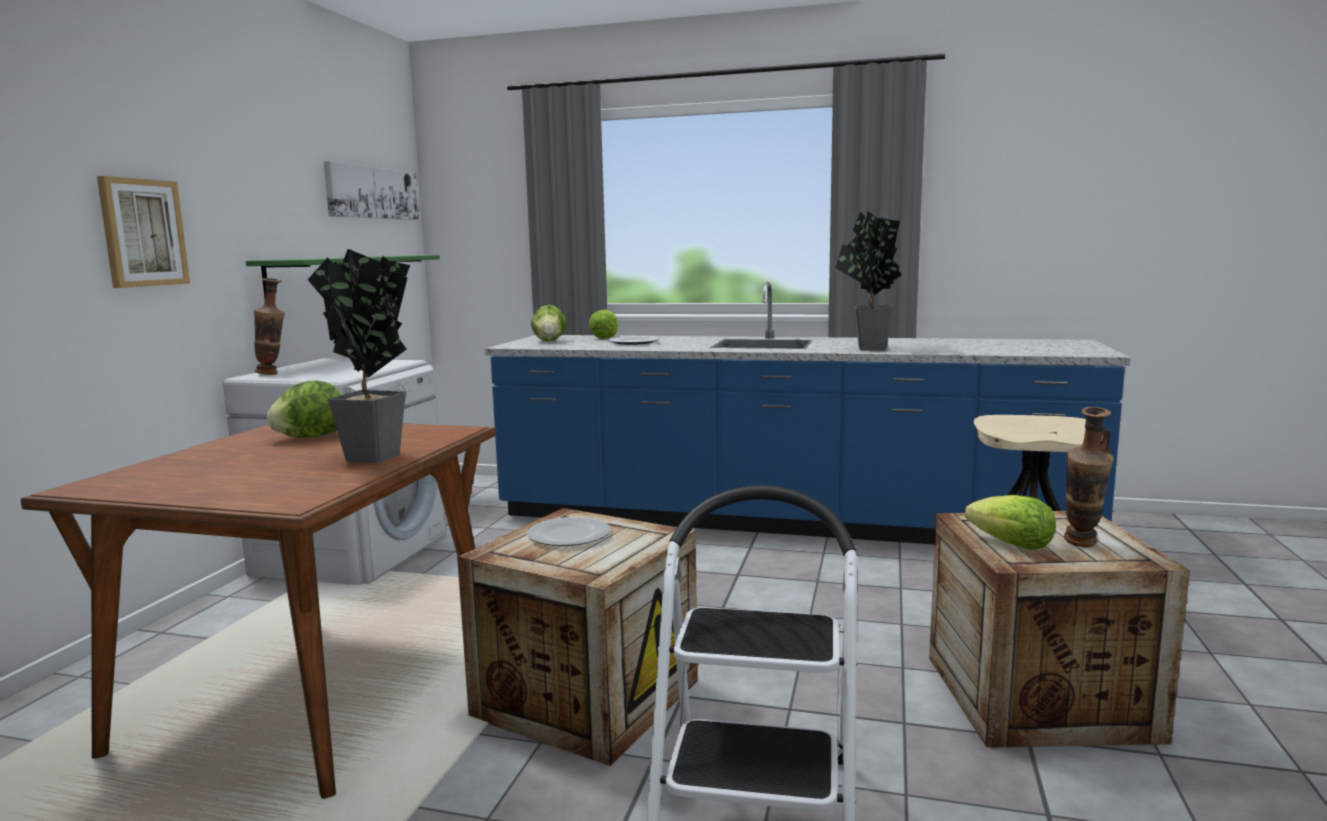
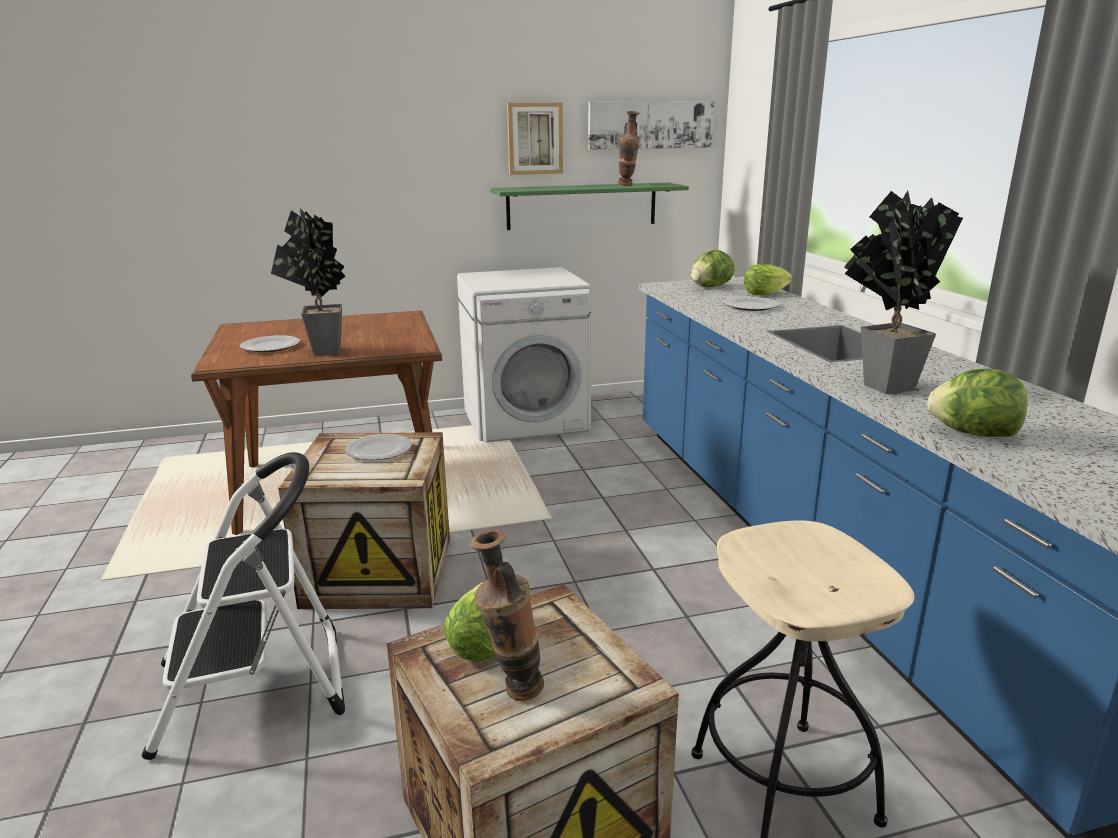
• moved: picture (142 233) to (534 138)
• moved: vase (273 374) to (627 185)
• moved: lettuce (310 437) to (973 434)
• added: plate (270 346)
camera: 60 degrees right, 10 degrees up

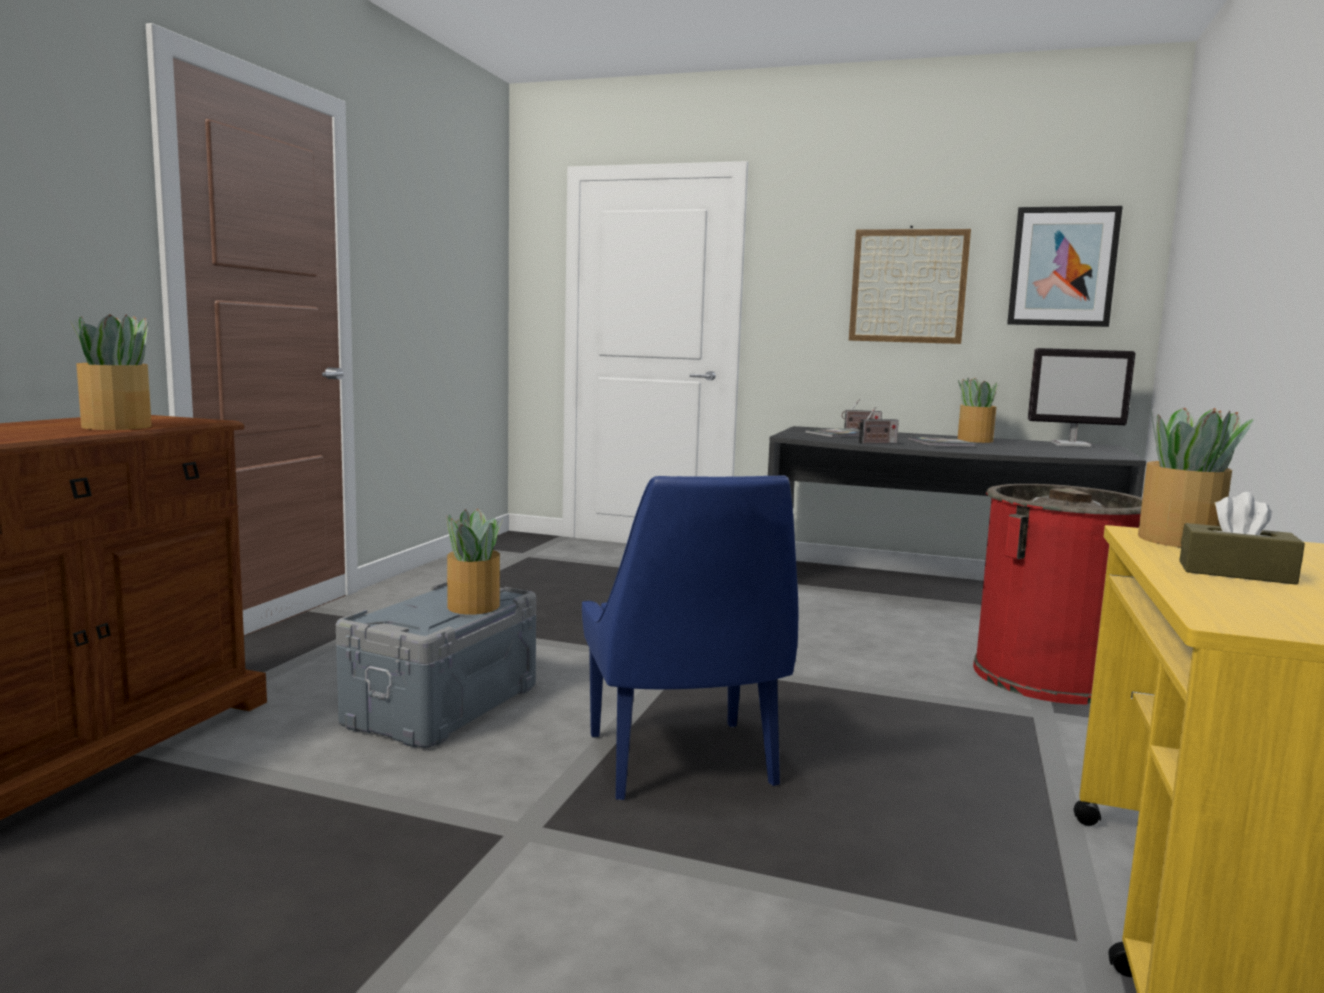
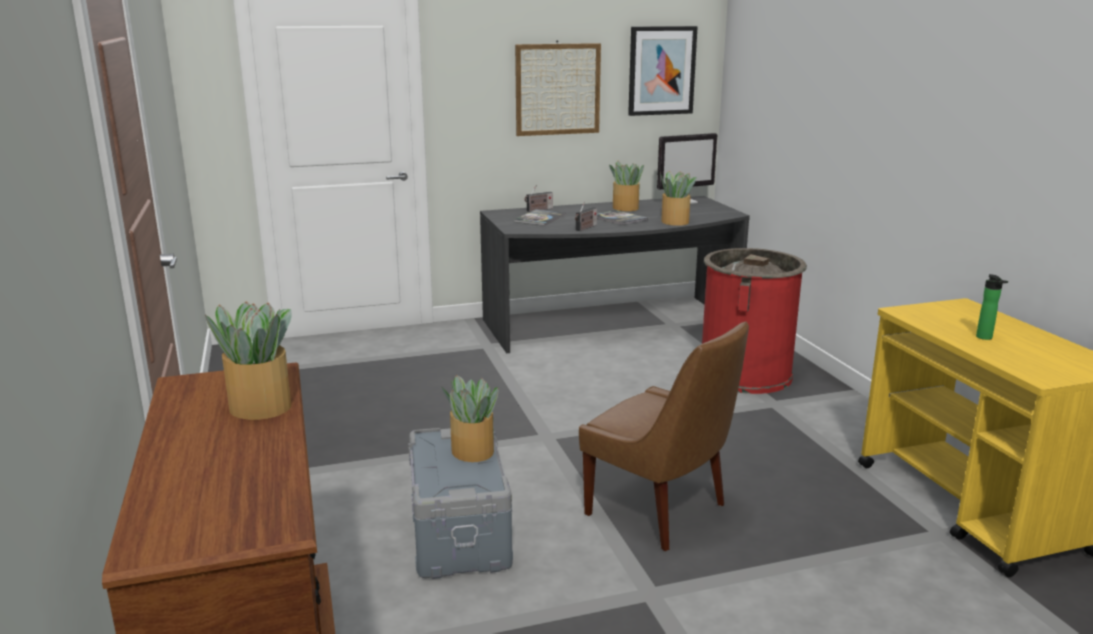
• moved: potted plant (1178 539) to (675 221)
• recoloured: blue chair (682 763) to brown chair (660 511)
• replaced: brown tissue box (1236 572) to bottle (985 338)
camera: 35 degrees left, 10 degrees up

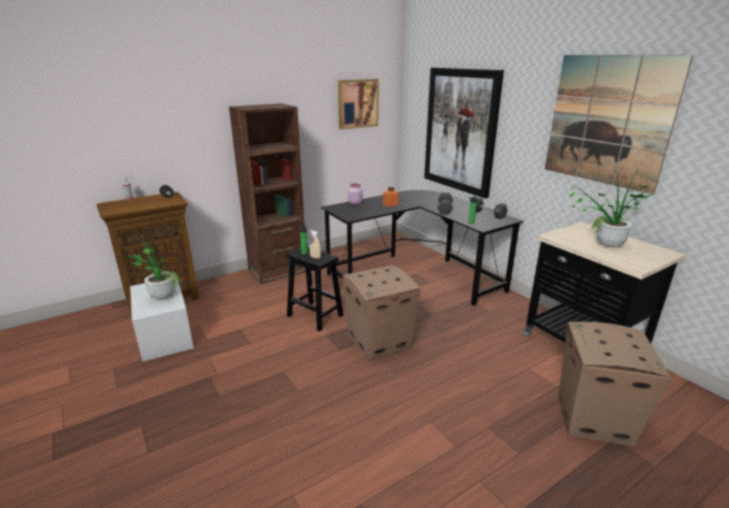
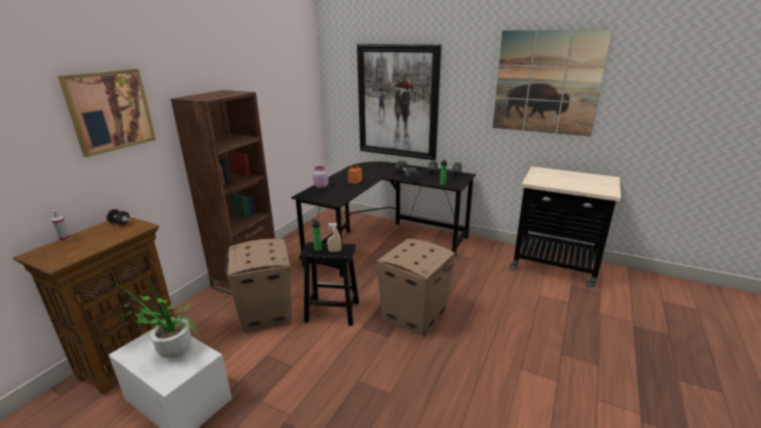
• moved: picture (358 103) to (110 111)
• removed: potted plant (603 246)
• moved: cardboard box (594 419) to (266 314)
camera: 30 degrees left, 0 degrees up

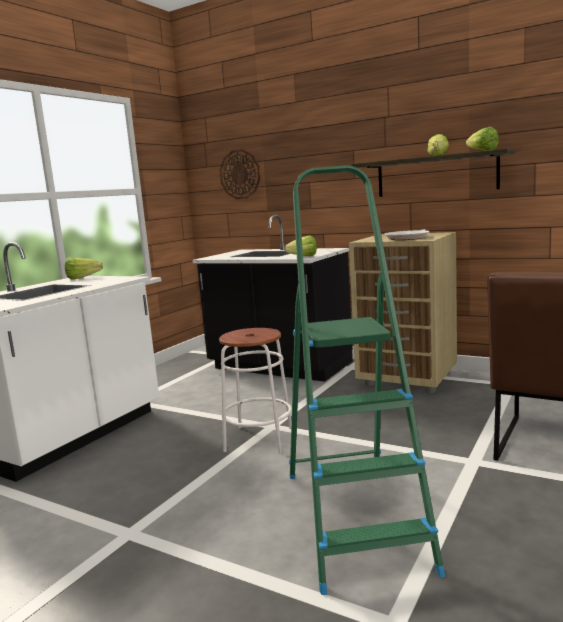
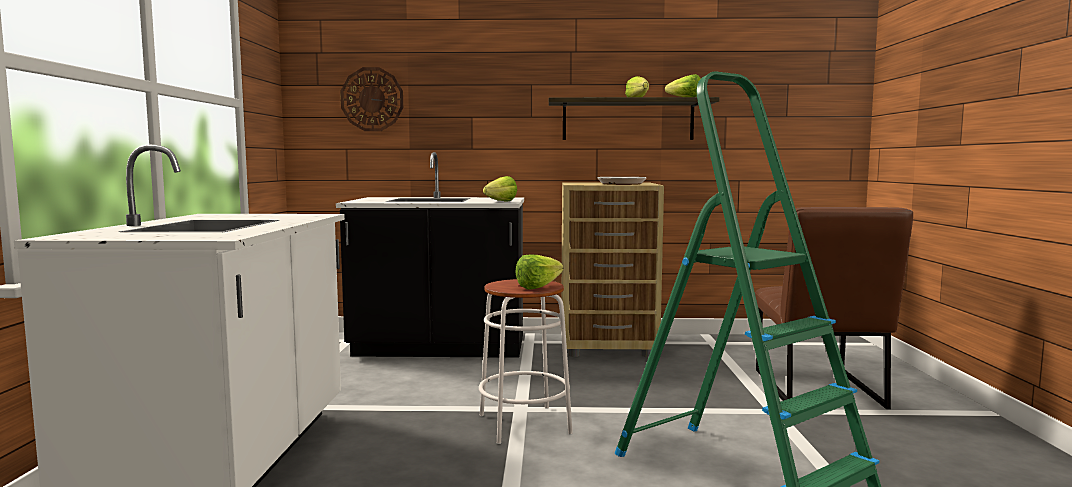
• moved: lettuce (85 278) to (543 287)
camera: 30 degrees left, 5 degrees down

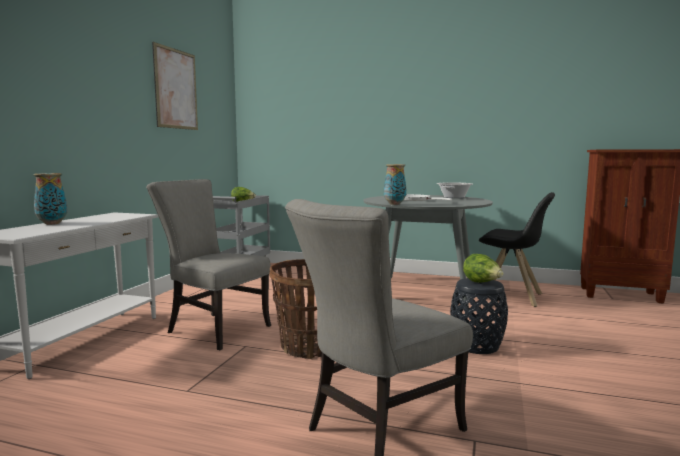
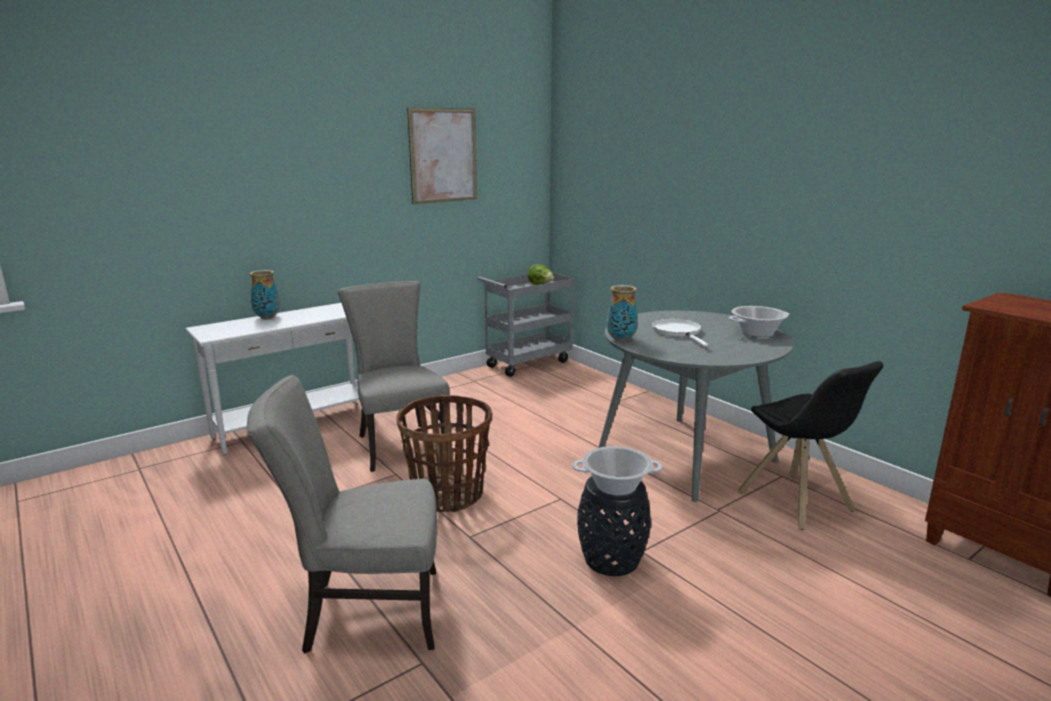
• replaced: lettuce (482 283) to cooking pot (616 486)
camera: 35 degrees right, 10 degrees up

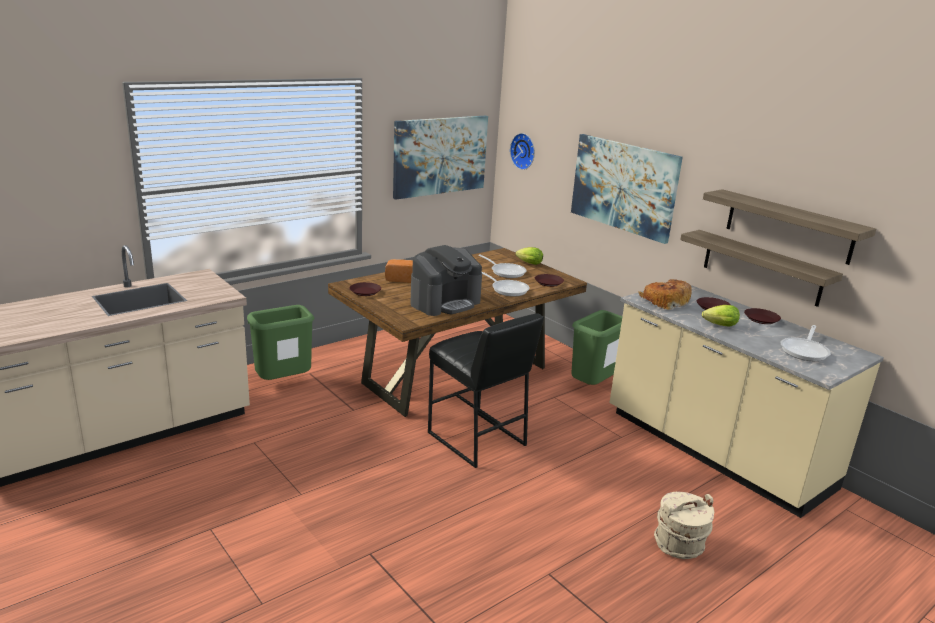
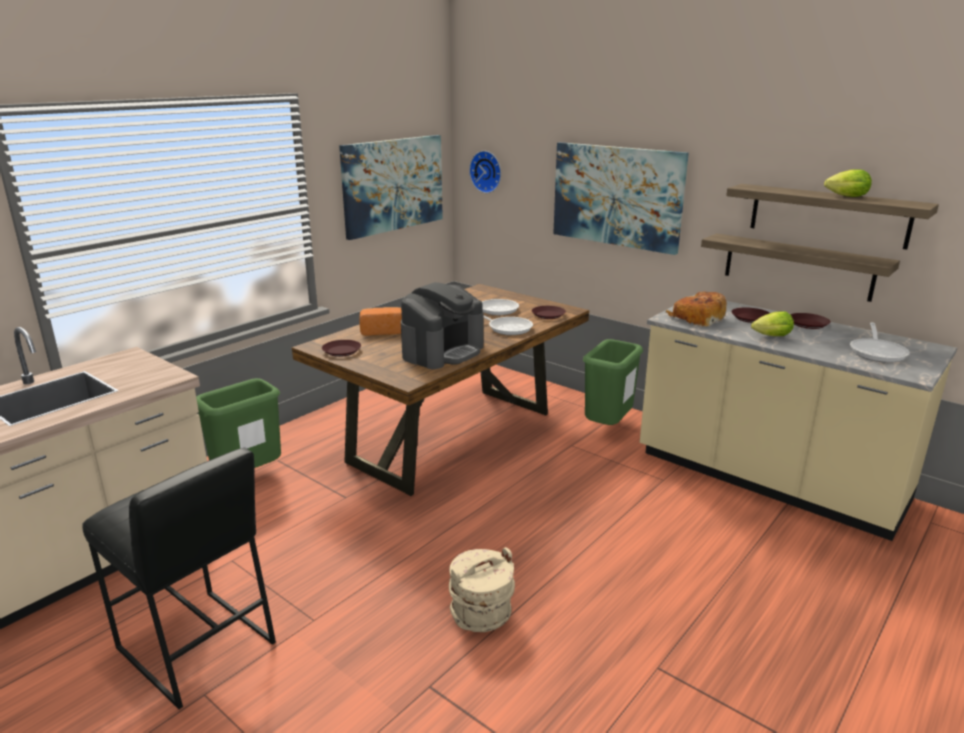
• moved: lettuce (528 263) to (844 196)
• moved: black stool (477 439) to (197 647)
• moved: beige bucket (679 545) to (481 614)
camera: 10 degrees left, 0 degrees up

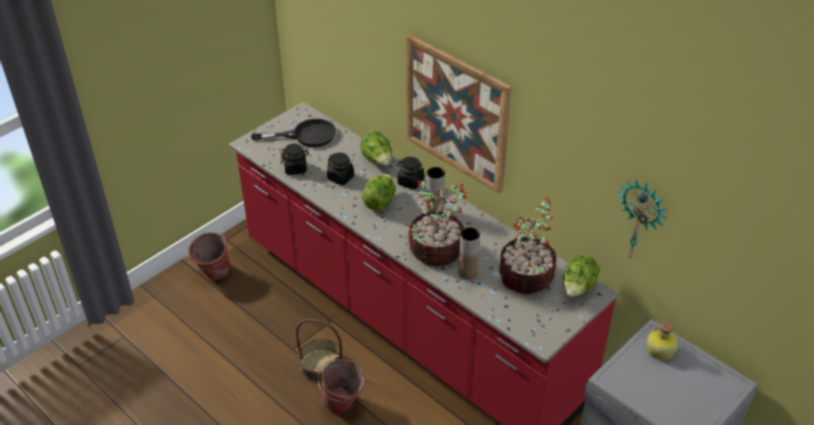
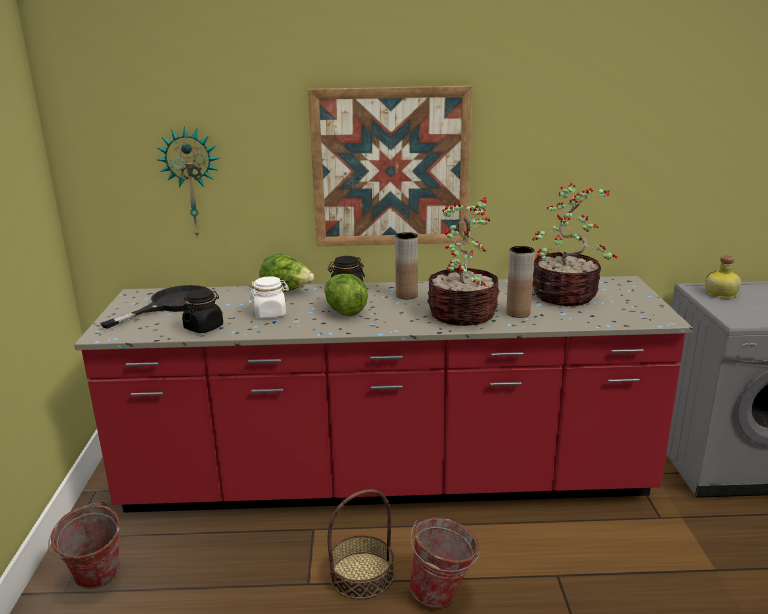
• recoloured: black jar (341 178) to white jar (270 313)
• moved: wall clock (640 220) to (192 183)
• removed: lettuce (578 288)
camera: 45 degrees left, 20 degrees down

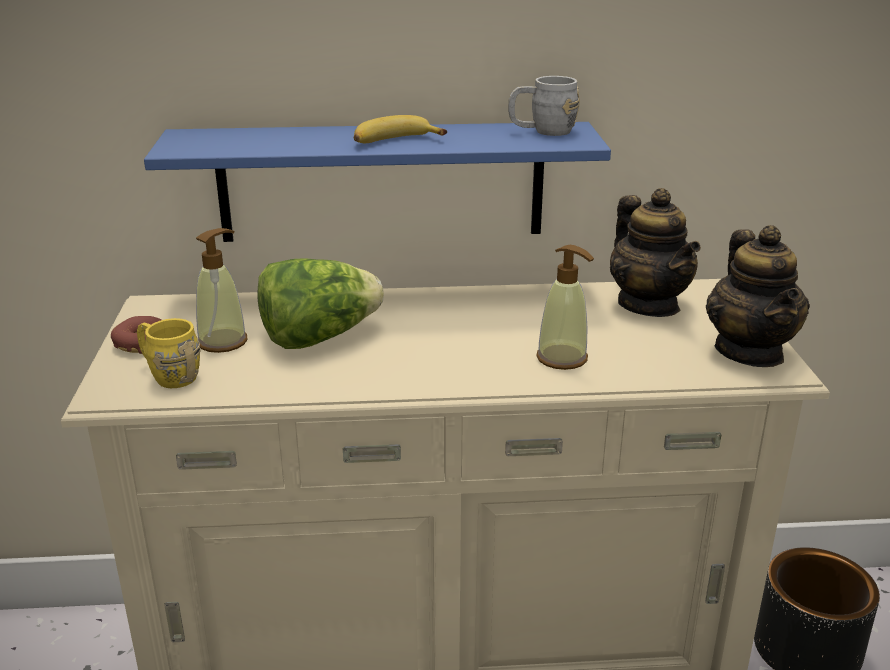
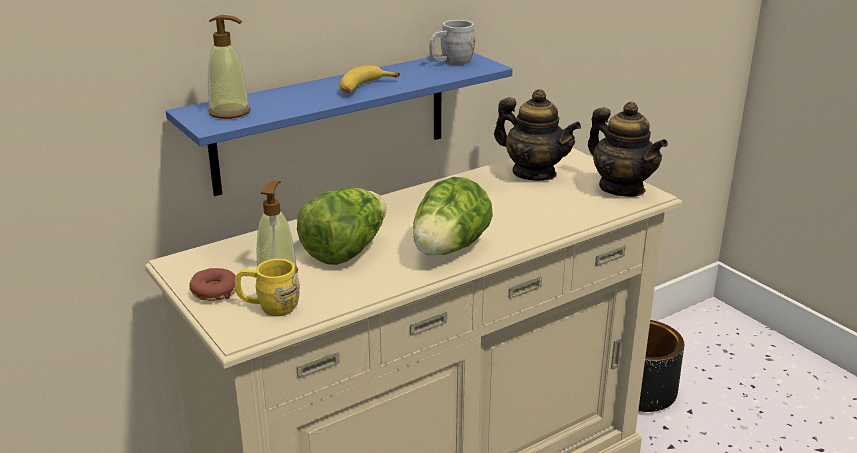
• moved: soap dispenser (562 358) to (230 112)
• added: lettuce (449 250)
camera: 30 degrees left, 0 degrees up

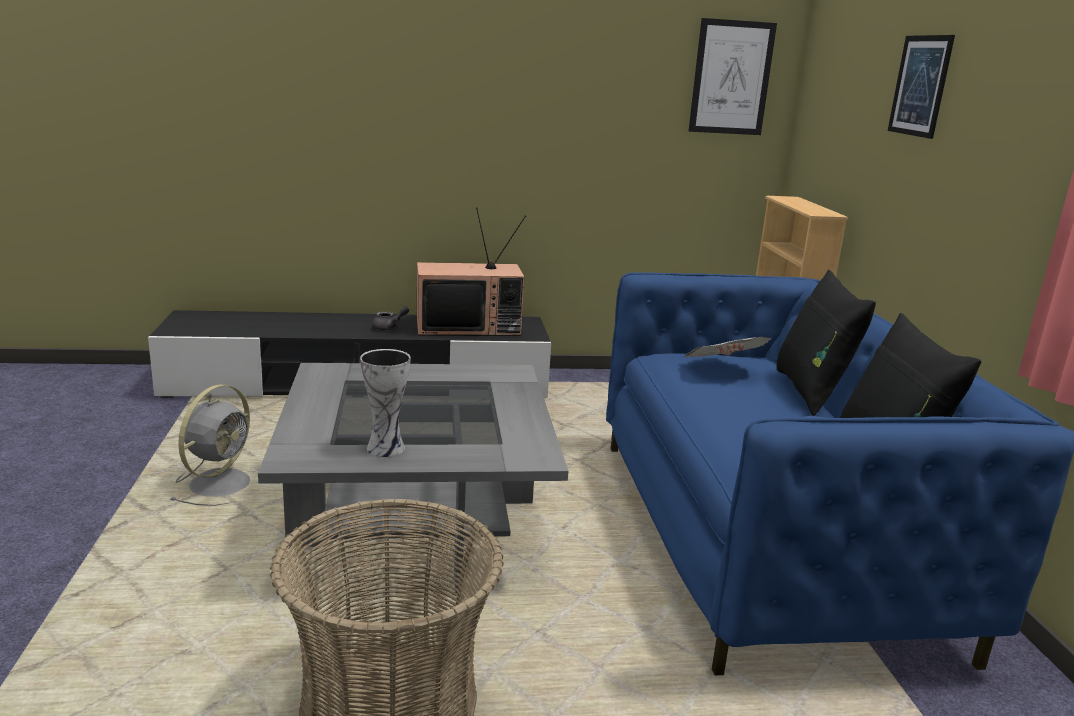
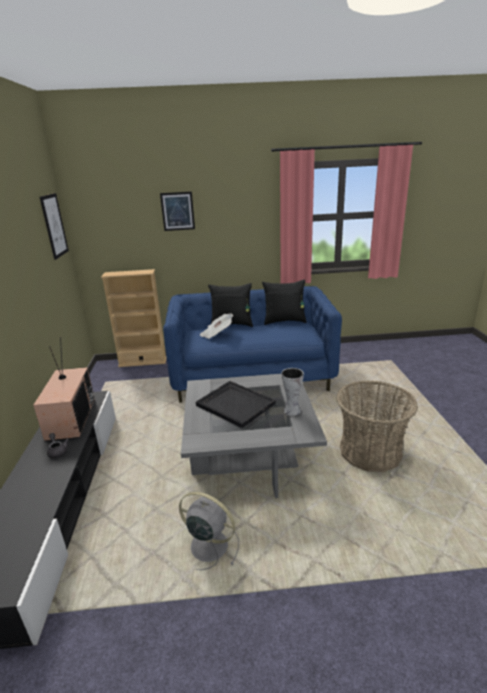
• added: black tray (235 404)
camera: 85 degrees left, 5 degrees up

